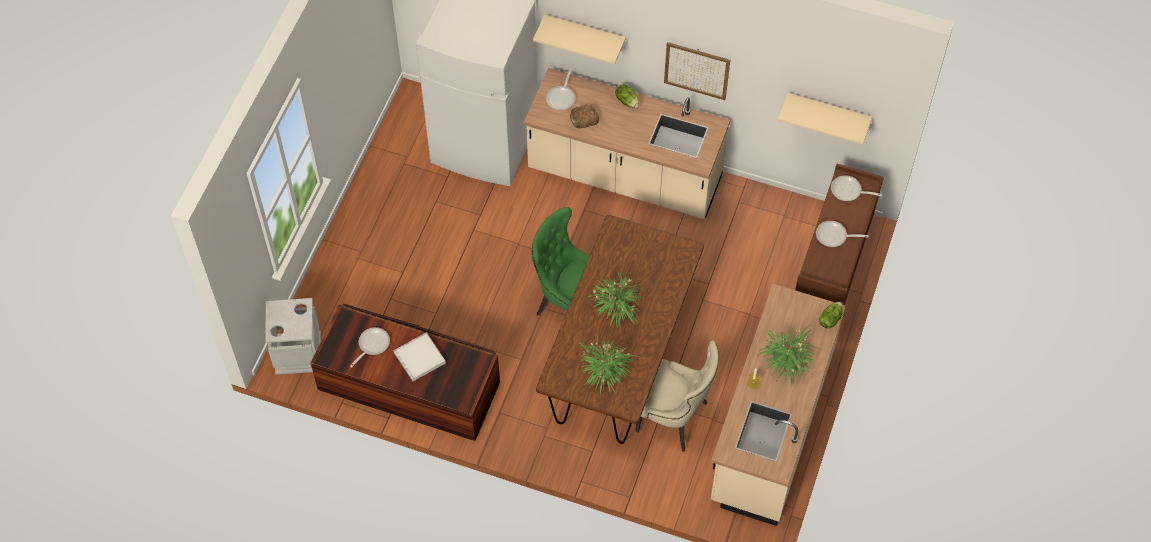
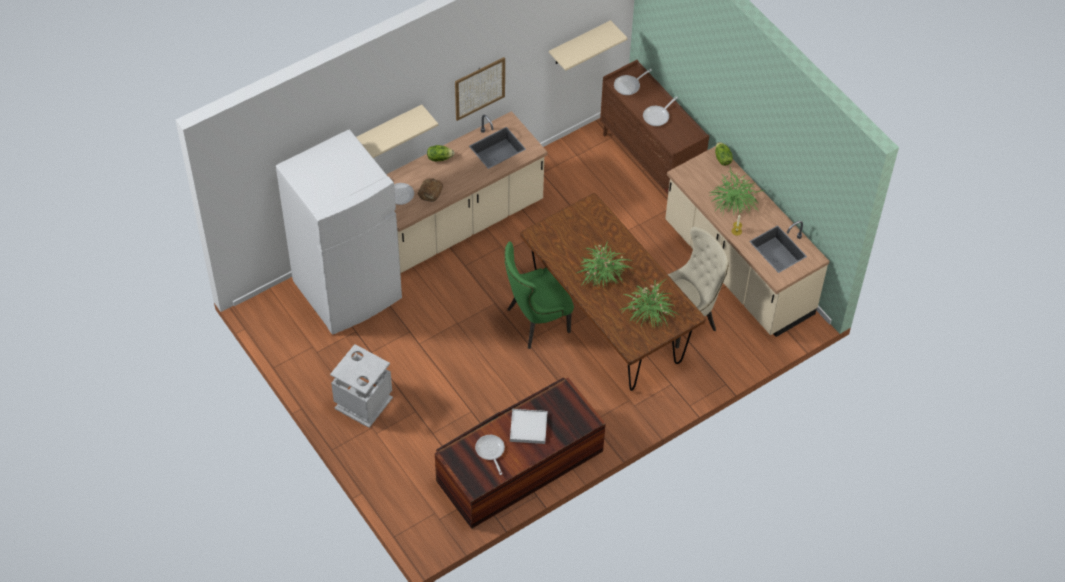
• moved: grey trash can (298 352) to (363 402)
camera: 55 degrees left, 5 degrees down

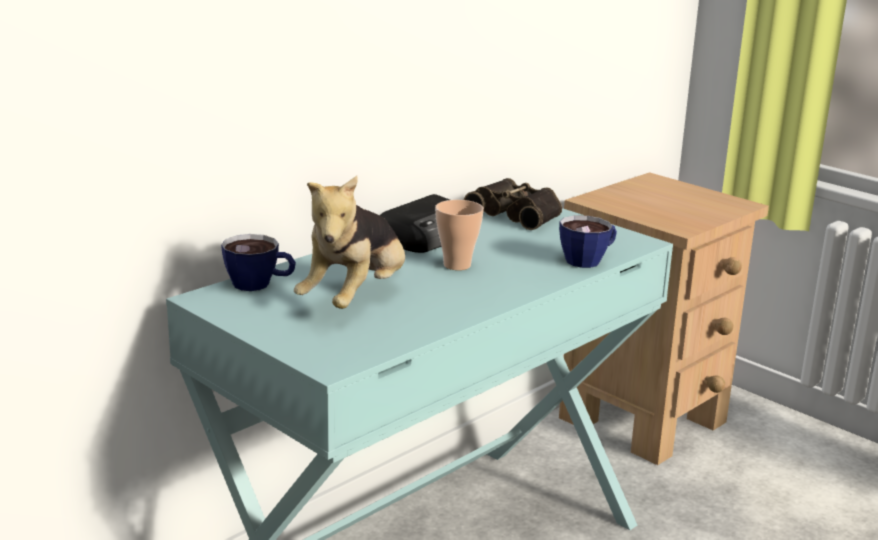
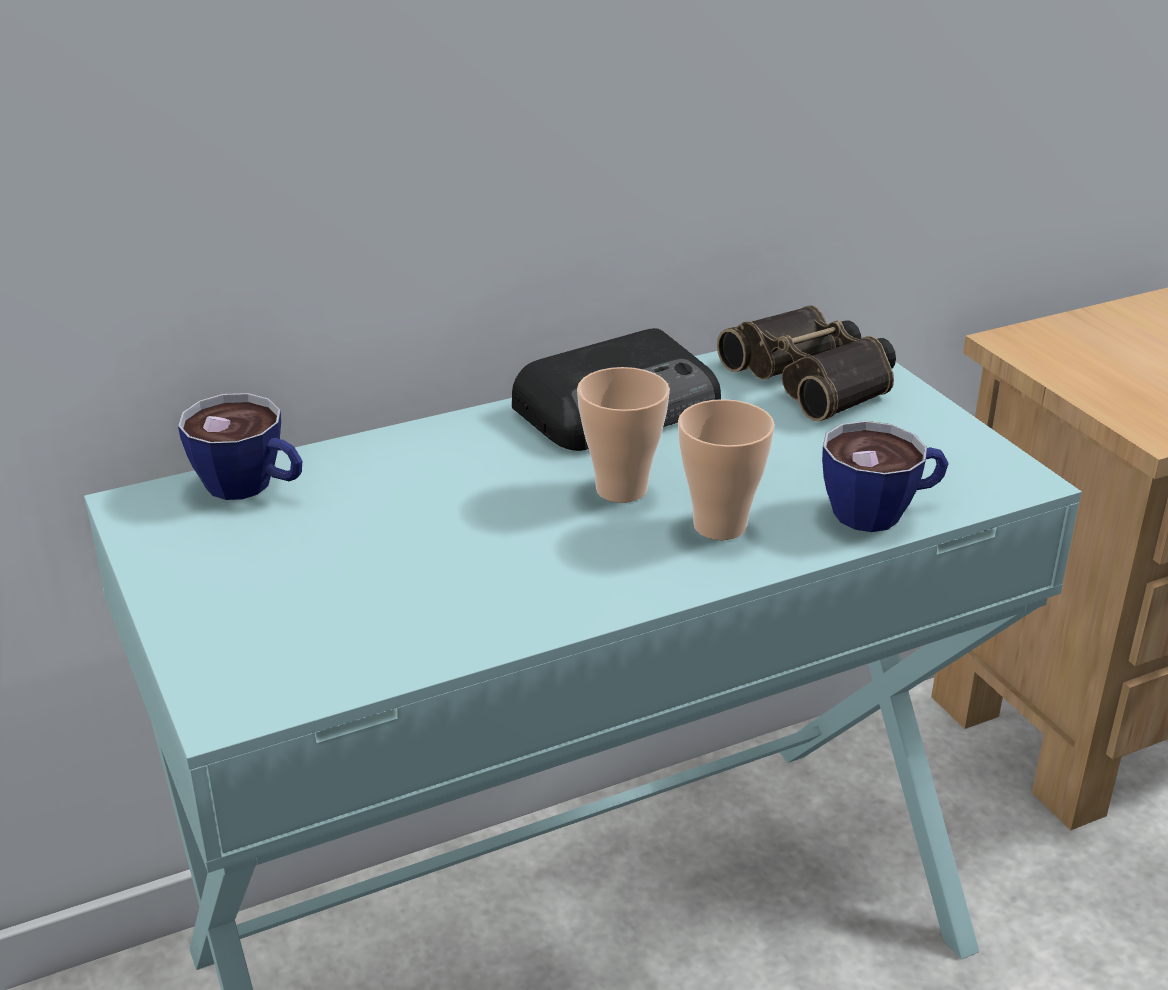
• removed: plush toy (355 298)
• added: cup (720 526)
camera: 20 degrees right, 10 degrees up

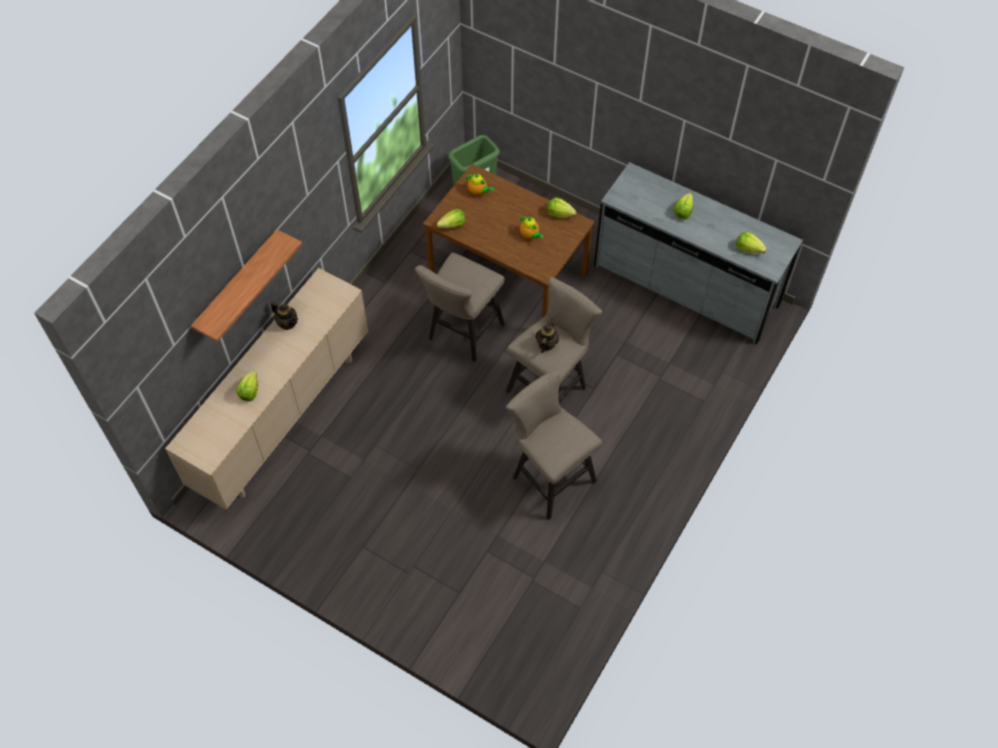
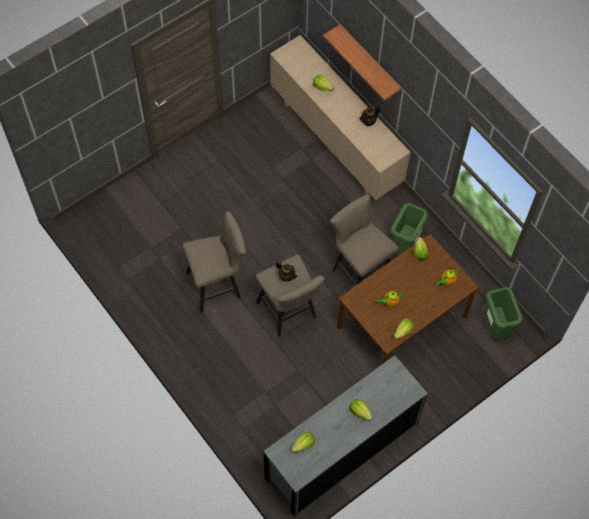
• added: green trash can (405 245)
camera: 110 degrees right, 5 degrees up

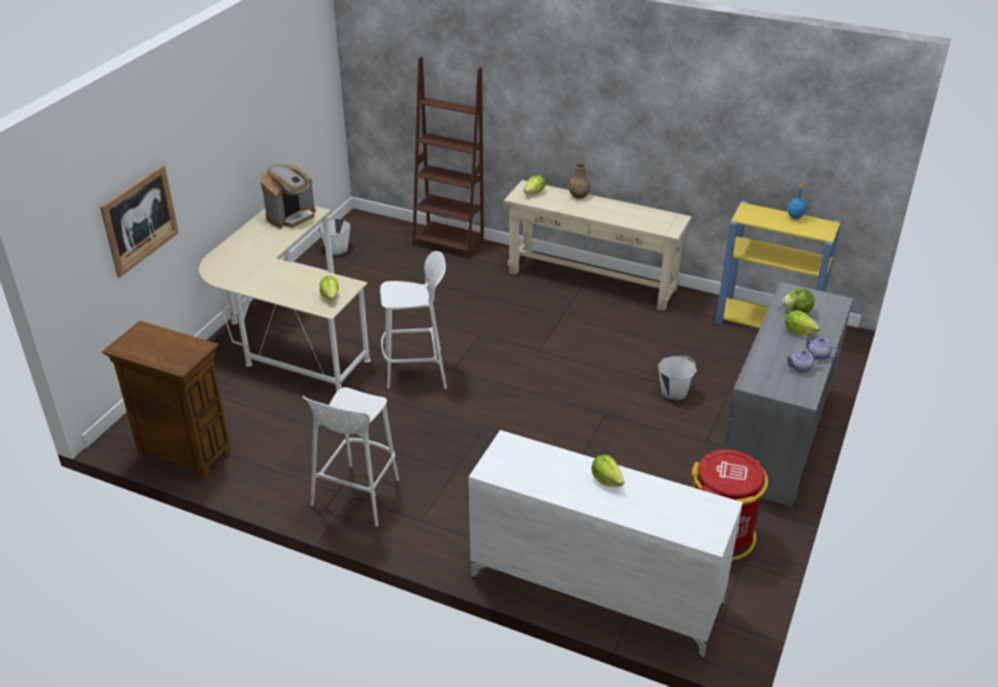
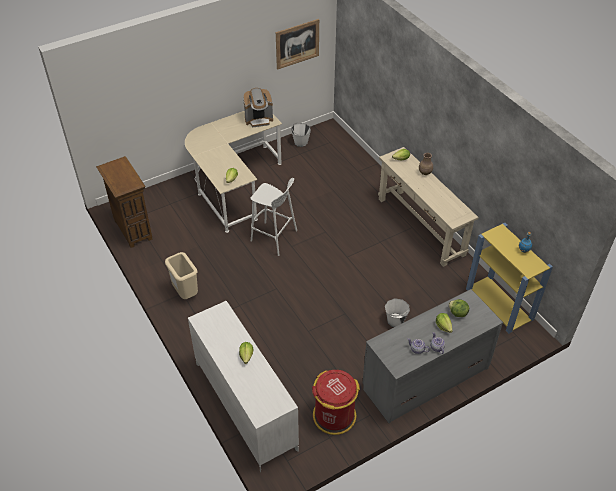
• removed: brown bookcase (448 243)
• moved: picture (140 220) to (297 44)
• replaced: white stool (357 495) to beige trash can (185 293)
camera: 35 degrees right, 10 degrees up

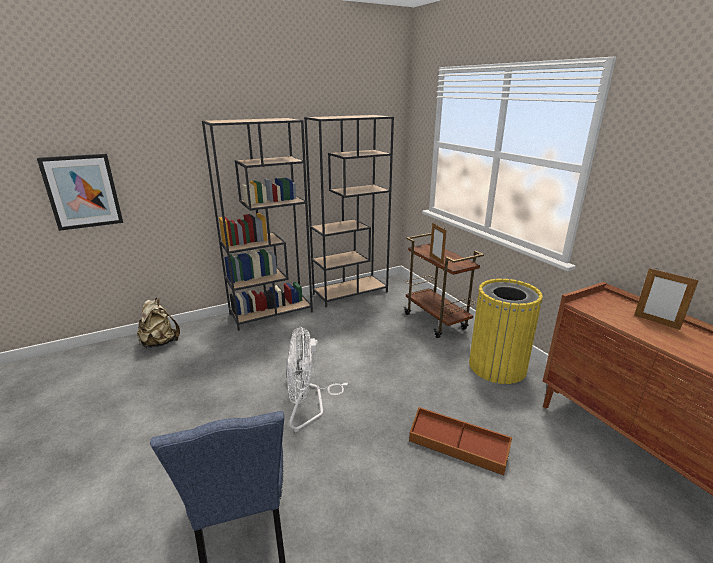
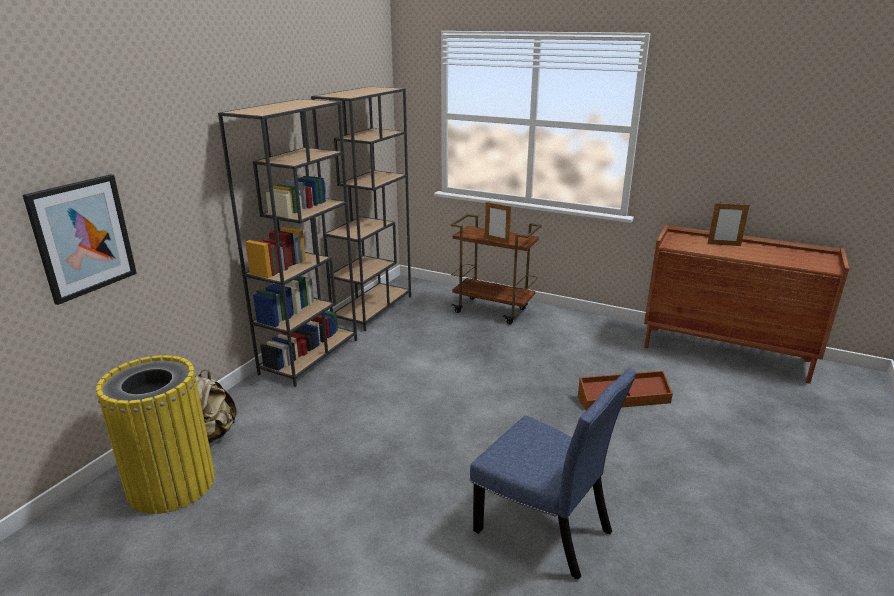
• moved: yellow trash can (497 366) to (171 484)
• removed: white fan (309 400)
camera: 35 degrees left, 0 degrees up

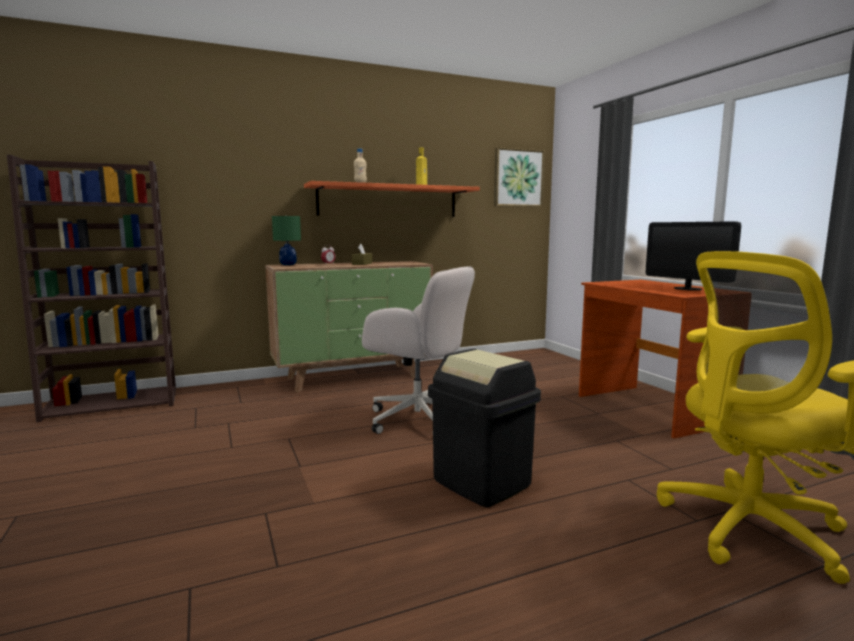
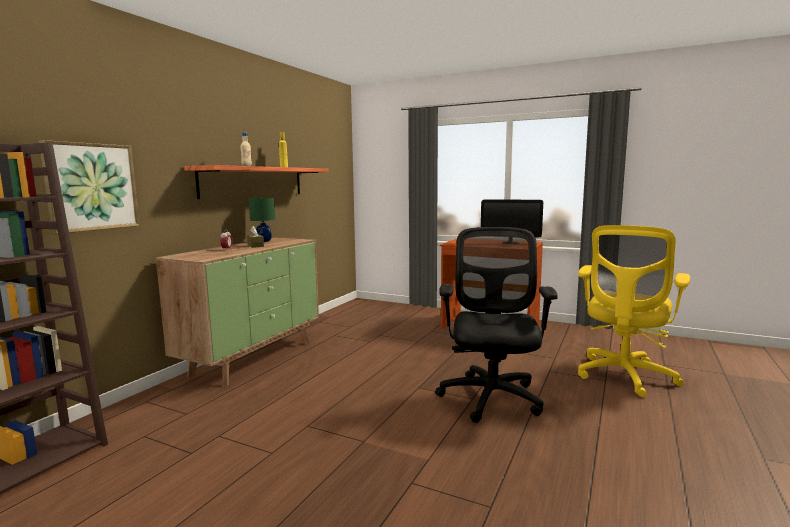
• moved: picture (518 178) to (91 187)
• moved: green table lamp (288 265) to (264 241)
• removed: white office chair (417 420)
• replaced: black trash can (482 482) to black office chair (492 401)
camera: 40 degrees left, 0 degrees up

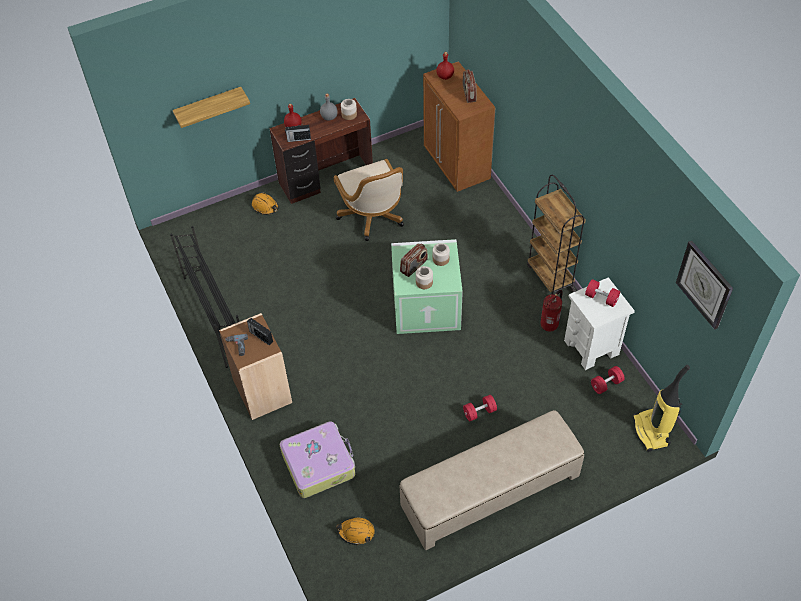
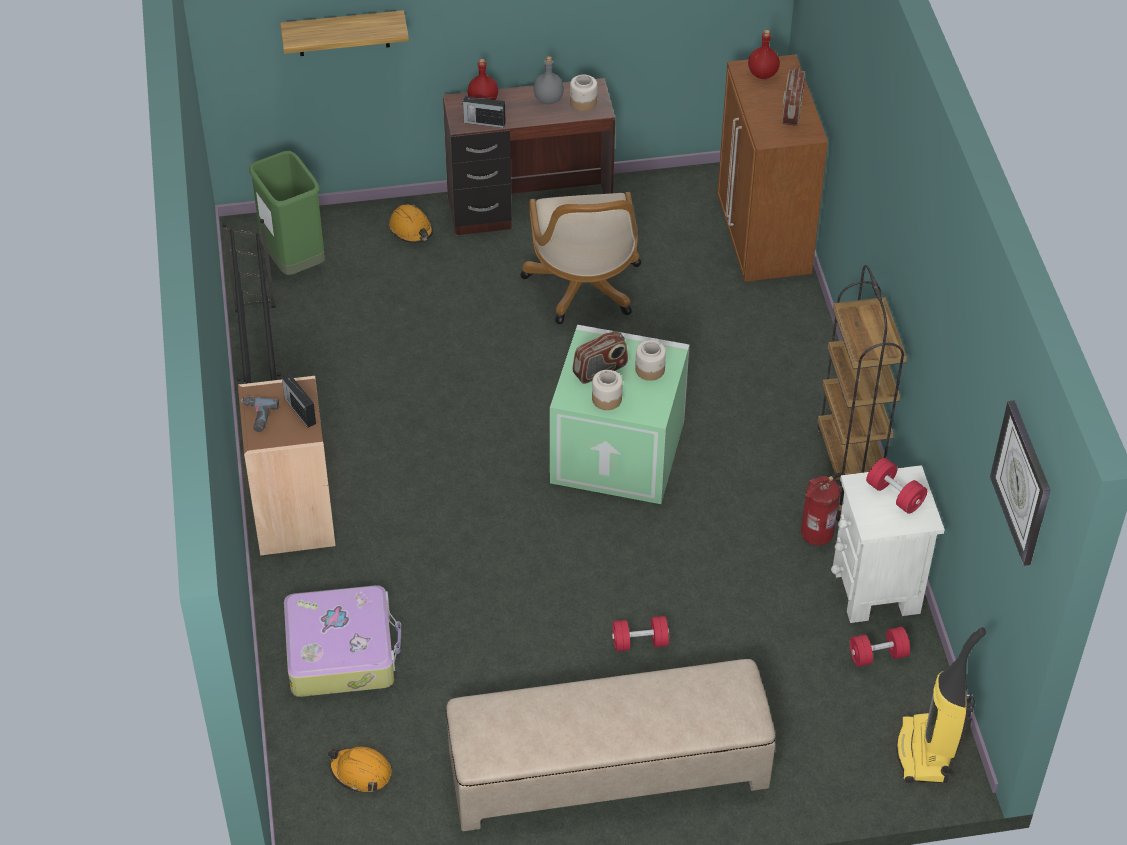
• added: green trash can (293 261)
camera: 15 degrees right, 5 degrees down

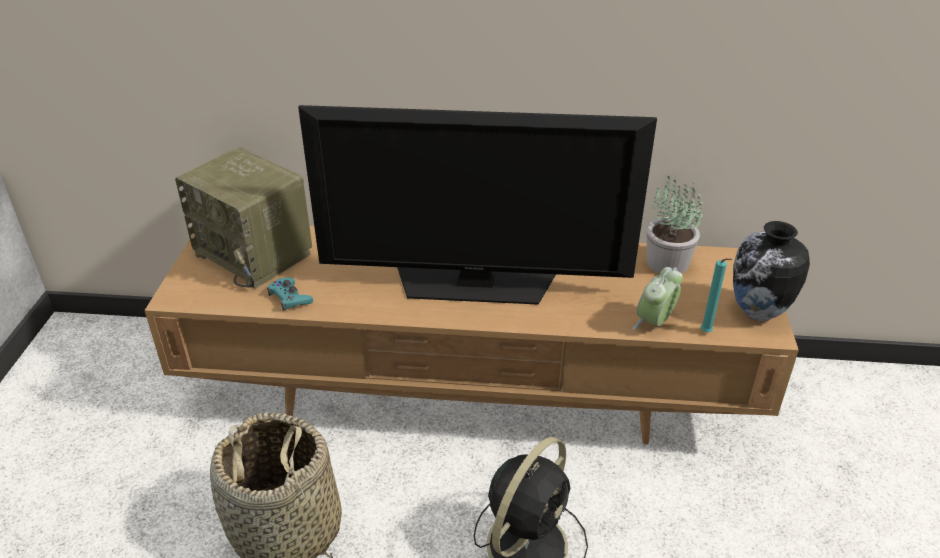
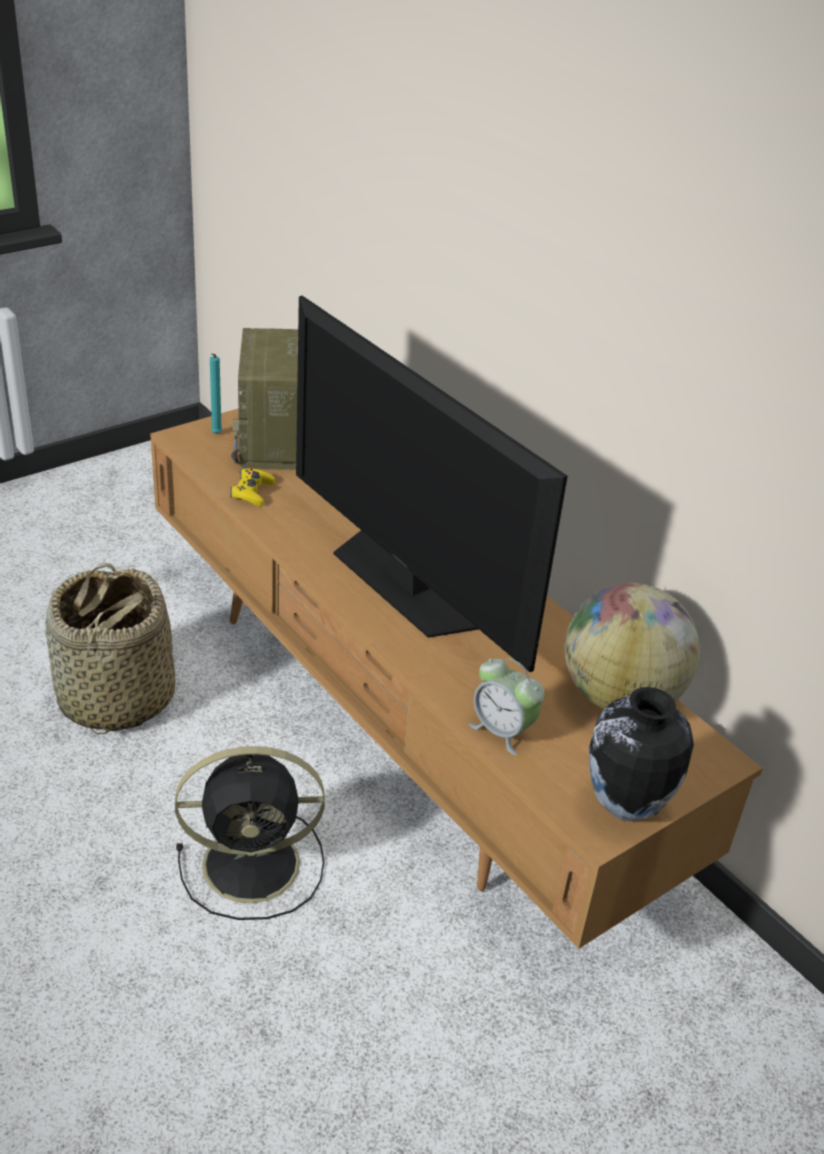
• replaced: potted plant (666 263) to globe (620 697)
• moved: turquoise candle (707 333) to (216 435)
• turned: alarm clock (654 322) = (502 731) 135 degrees counterclockwise
• recoloured: turquoise game controller (289 298) to yellow game controller (252 492)
camera: 45 degrees right, 0 degrees up

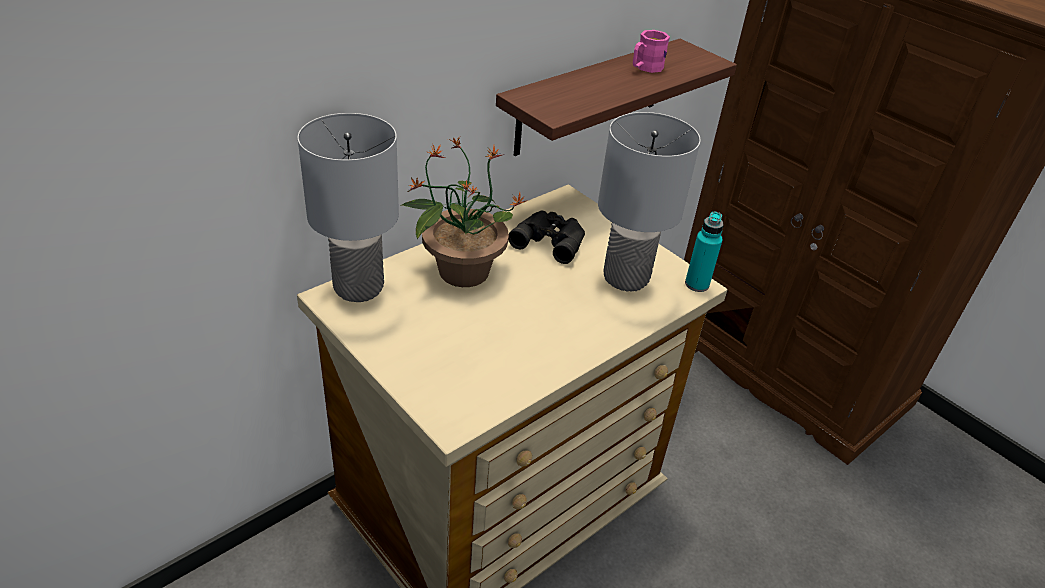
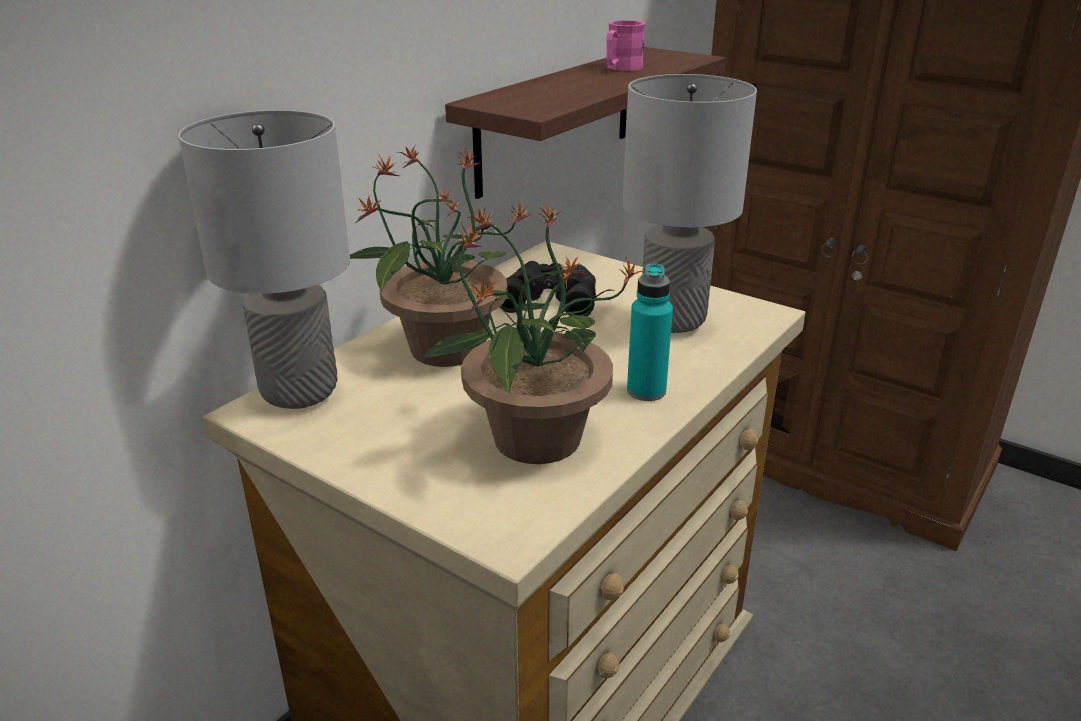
• moved: turquoise bottle (697 284) to (646 391)
• added: potted plant (533 439)
camera: 10 degrees left, 10 degrees down

